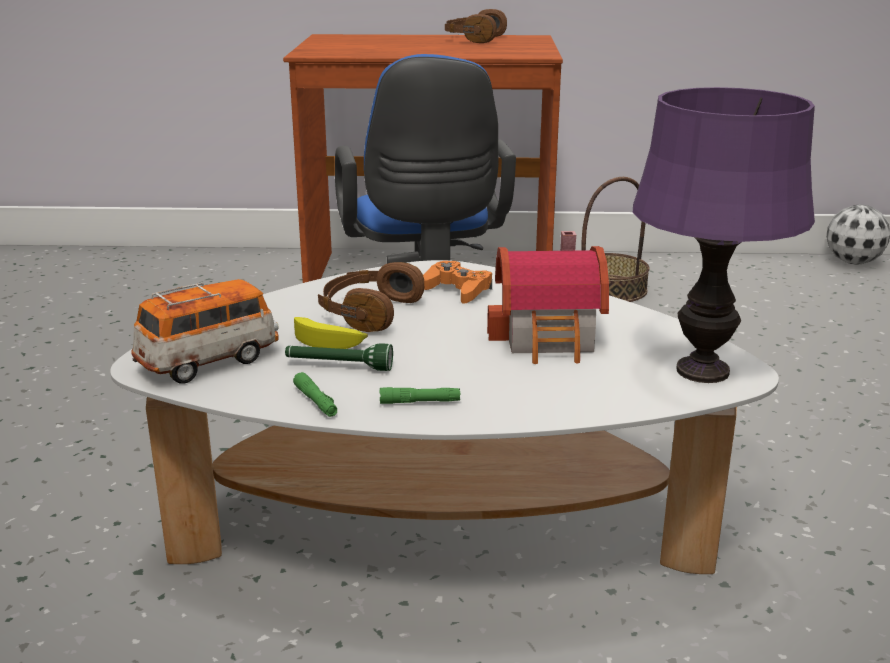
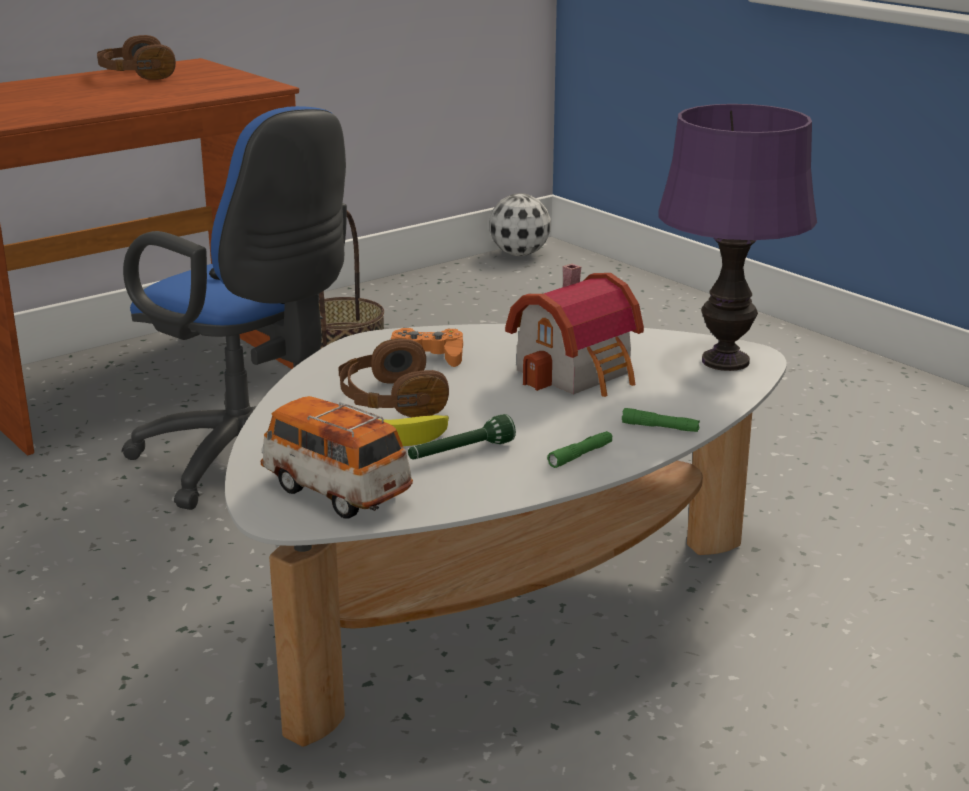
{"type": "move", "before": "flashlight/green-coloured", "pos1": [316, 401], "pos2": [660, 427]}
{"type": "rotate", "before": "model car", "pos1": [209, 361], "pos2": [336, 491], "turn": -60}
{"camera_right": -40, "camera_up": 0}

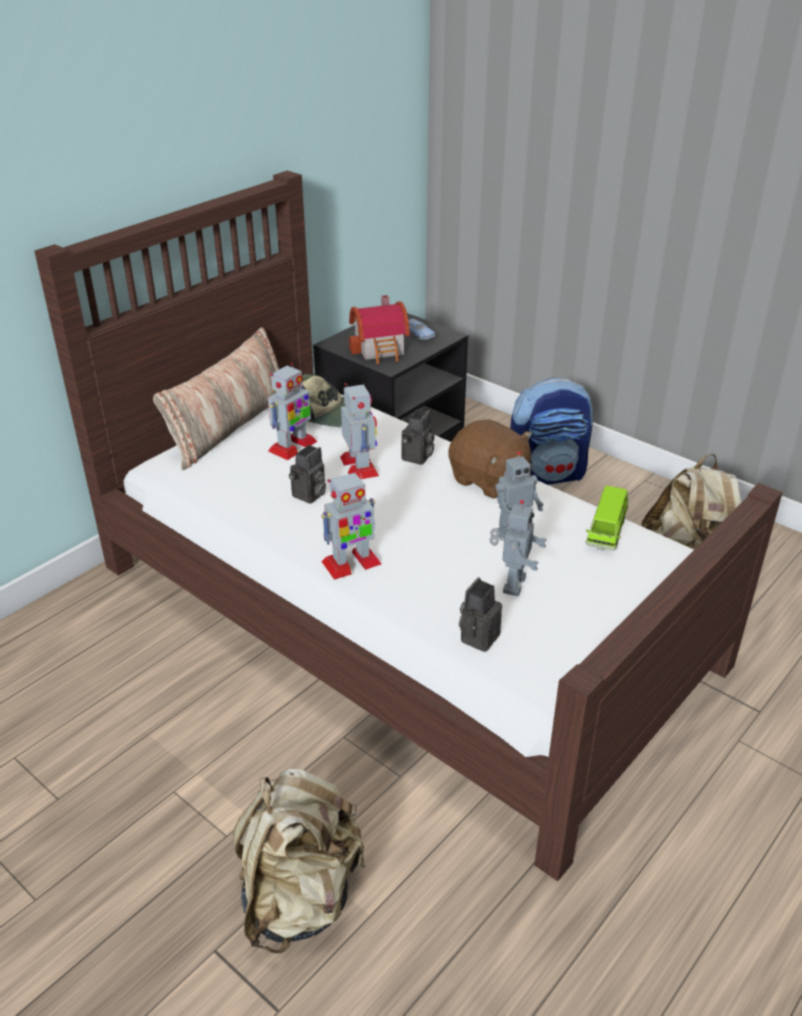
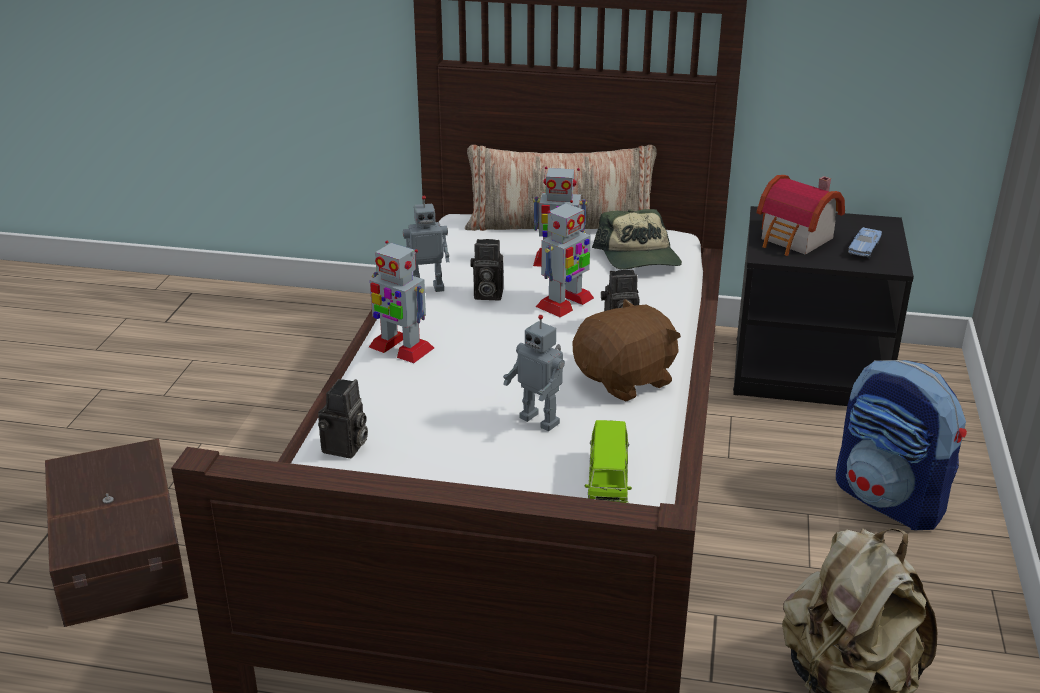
{"type": "move", "before": "robot figure", "pos1": [512, 584], "pos2": [427, 288]}
{"type": "replace", "before": "backpack/sand-coloured", "after": "storage bin/brownish", "pos1": [300, 897], "pos2": [123, 551]}
{"type": "rotate", "before": "soft toy/brownish", "pos1": [489, 480], "pos2": [626, 380], "turn": -135}
{"type": "rotate", "before": "still camera", "pos1": [478, 636], "pos2": [345, 448], "turn": 105}
{"type": "rotate", "before": "model car/green-coloured", "pos1": [606, 532], "pos2": [608, 482], "turn": -75}
{"camera_right": 60, "camera_up": -5}

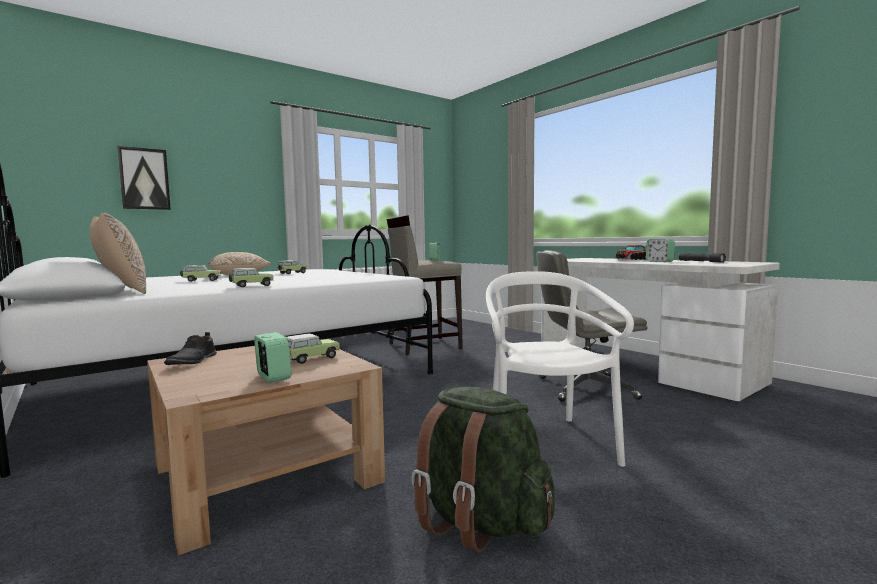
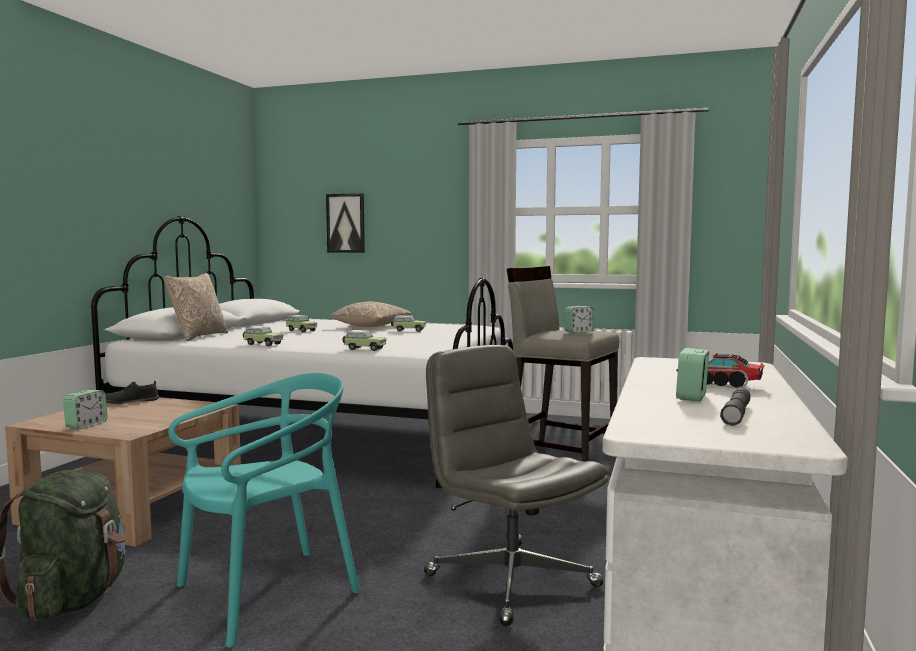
{"type": "move", "before": "model car", "pos1": [309, 359], "pos2": [364, 349]}
{"type": "recolor", "before": "plain chair/white-coloured", "after": "plain chair/turquoise-coloured", "pos1": [545, 444], "pos2": [267, 593]}
{"camera_right": 55, "camera_up": 0}

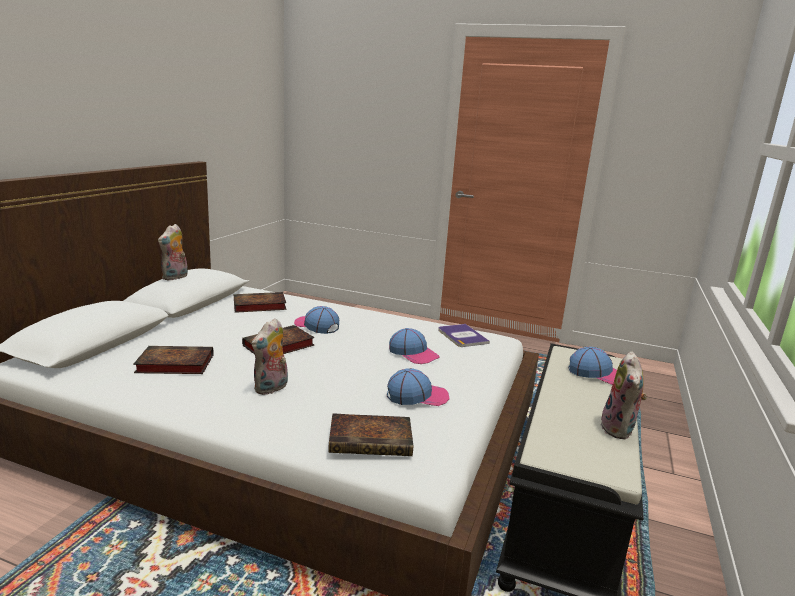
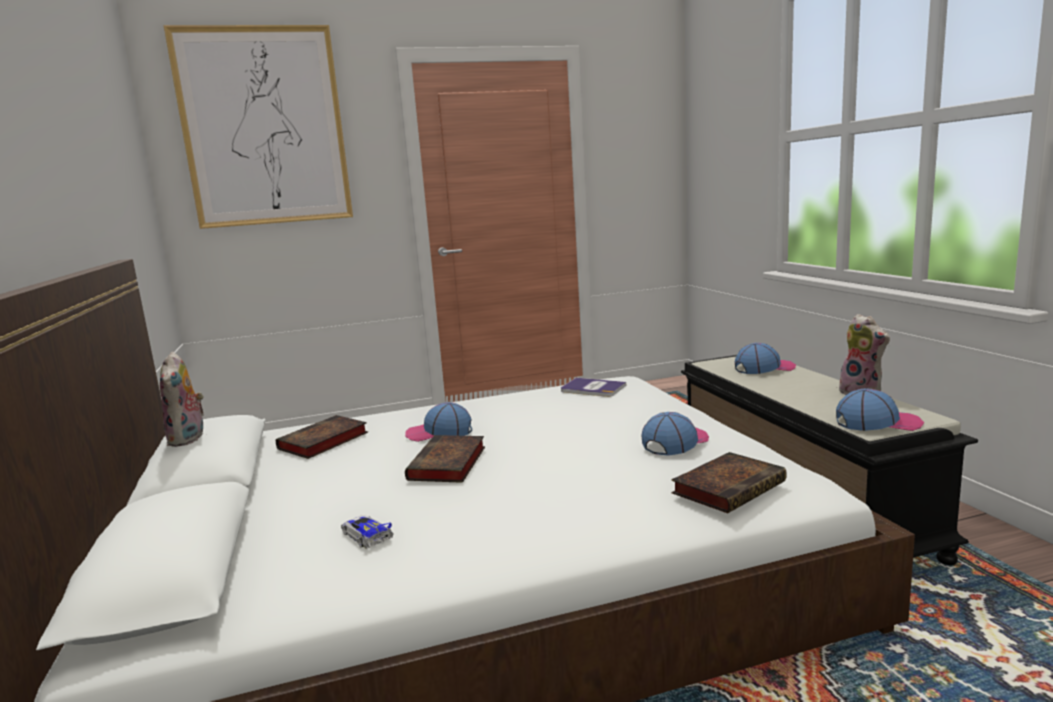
{"type": "delete", "before": "soft toy", "pos1": [271, 388]}
{"type": "insert", "after": "wall art", "pos2": [264, 127]}
{"type": "move", "before": "peaked cap", "pos1": [413, 353], "pos2": [878, 422]}
{"type": "replace", "before": "bound book", "after": "model car", "pos1": [173, 364], "pos2": [365, 534]}
{"camera_right": -35, "camera_up": -5}

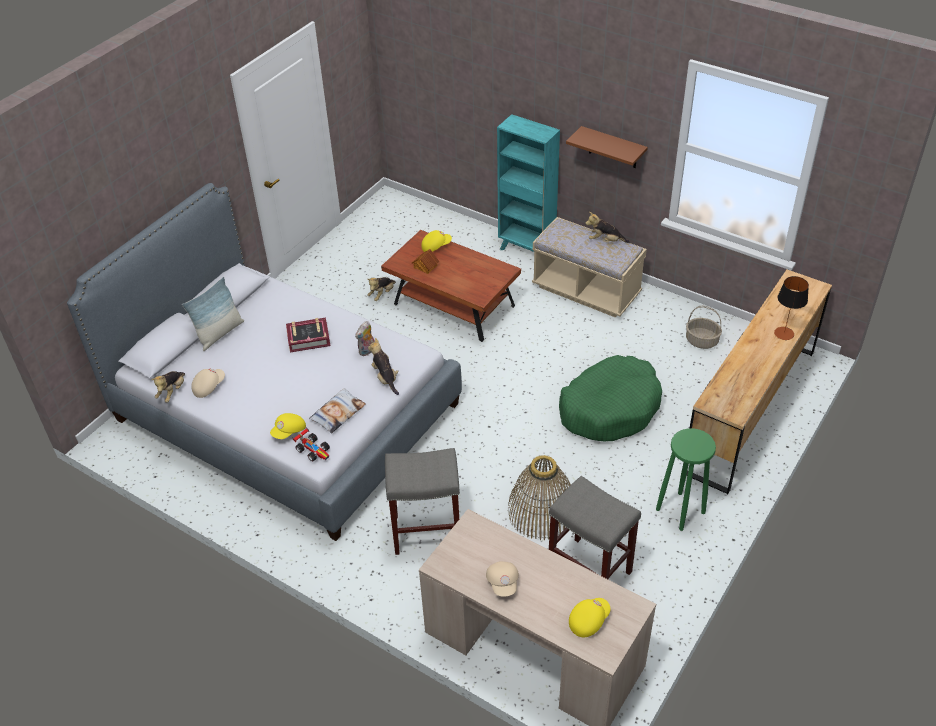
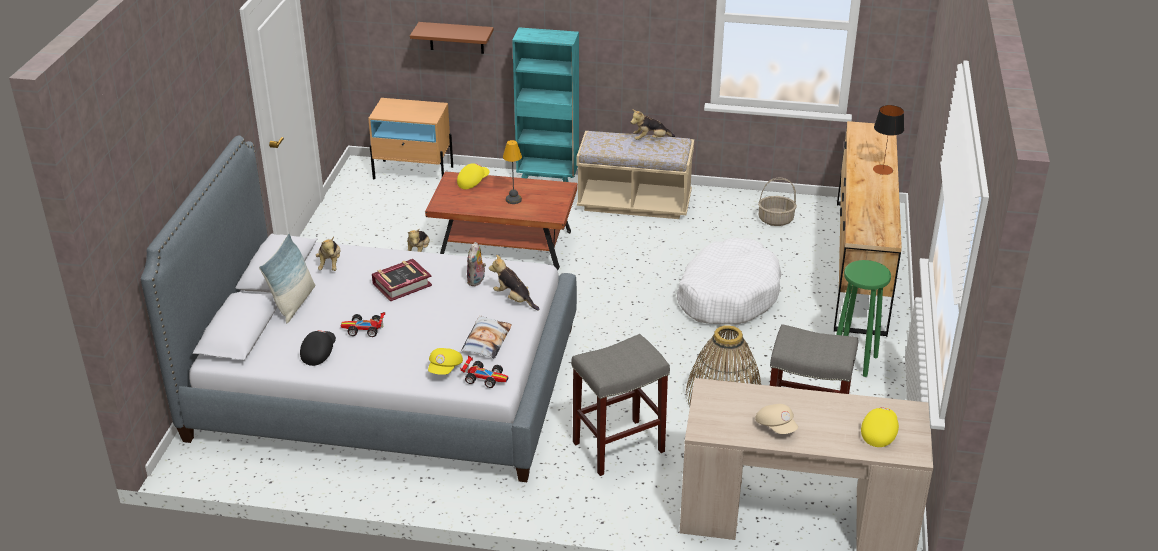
{"type": "delete", "before": "toy house", "pos1": [425, 266]}
{"type": "insert", "after": "model car", "pos2": [364, 329]}
{"type": "insert", "after": "night table/sand-coloured", "pos2": [413, 173]}
{"type": "insert", "after": "table lamp", "pos2": [513, 199]}
{"type": "move", "before": "soft toy", "pos1": [172, 392], "pos2": [330, 264]}
{"type": "move", "before": "shelf/brownish", "pos1": [613, 148], "pos2": [456, 37]}
{"type": "recolor", "before": "peaked cap/sand-coloured", "after": "peaked cap/blackish", "pos1": [208, 386], "pos2": [318, 353]}
{"type": "recolor", "before": "dog cushion/green-coloured", "after": "dog cushion/white-coloured", "pos1": [609, 408], "pos2": [727, 295]}
{"camera_right": -25, "camera_up": -10}

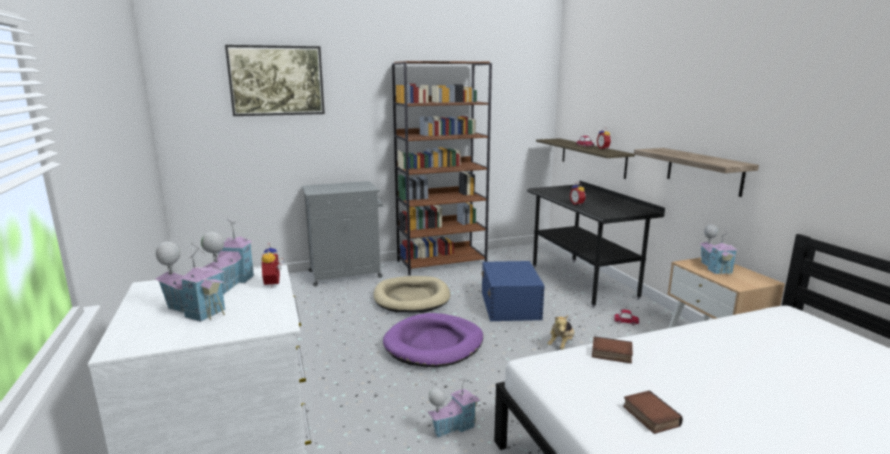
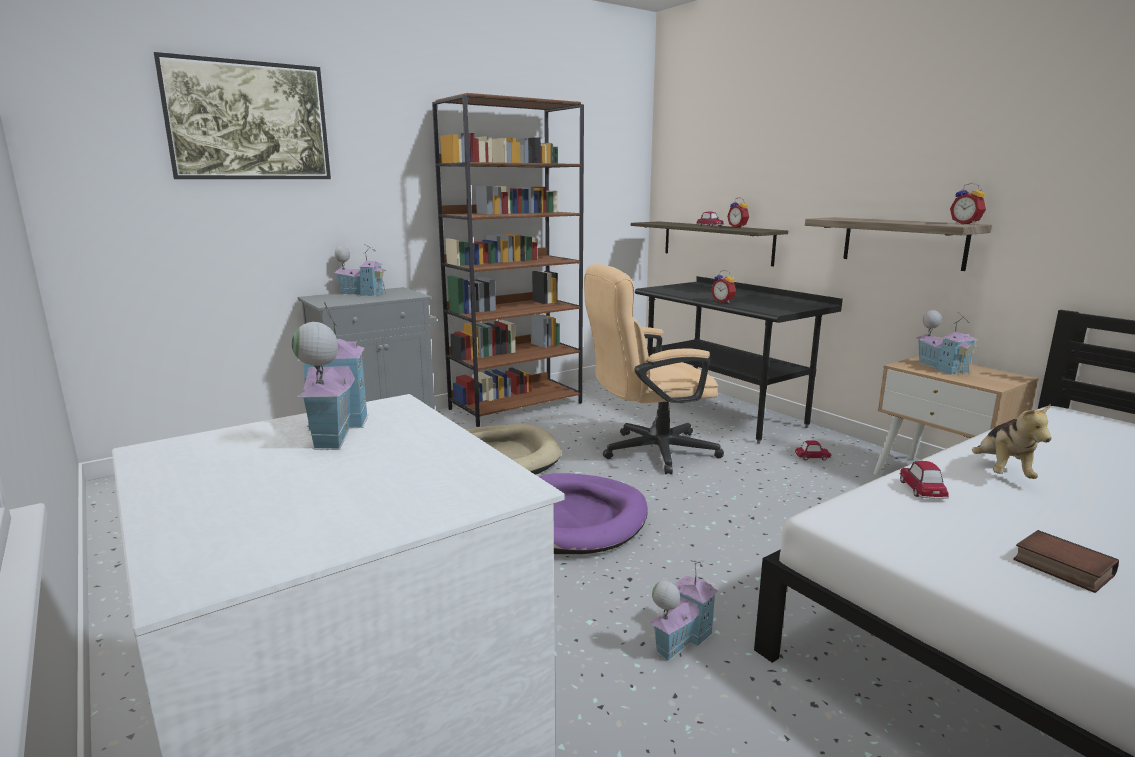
{"type": "move", "before": "toy house", "pos1": [195, 310], "pos2": [362, 293]}
{"type": "move", "before": "alarm clock", "pos1": [275, 284], "pos2": [966, 224]}
{"type": "move", "before": "soft toy", "pos1": [561, 344], "pos2": [1001, 472]}
{"type": "replace", "before": "storage bin/blue", "after": "office chair/sand-coloured", "pos1": [510, 305], "pos2": [648, 452]}
{"type": "replace", "before": "bound book", "after": "model car", "pos1": [611, 354], "pos2": [921, 489]}
{"camera_right": -15, "camera_up": 0}

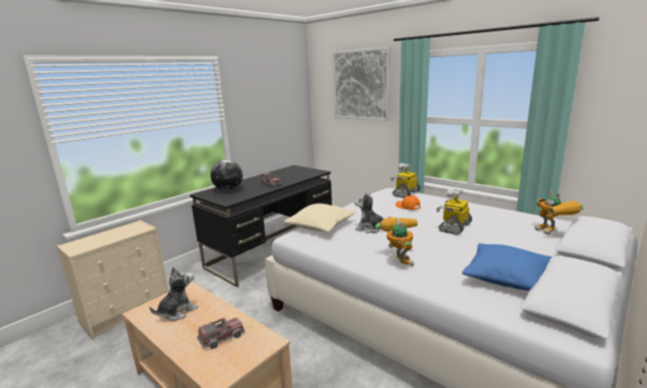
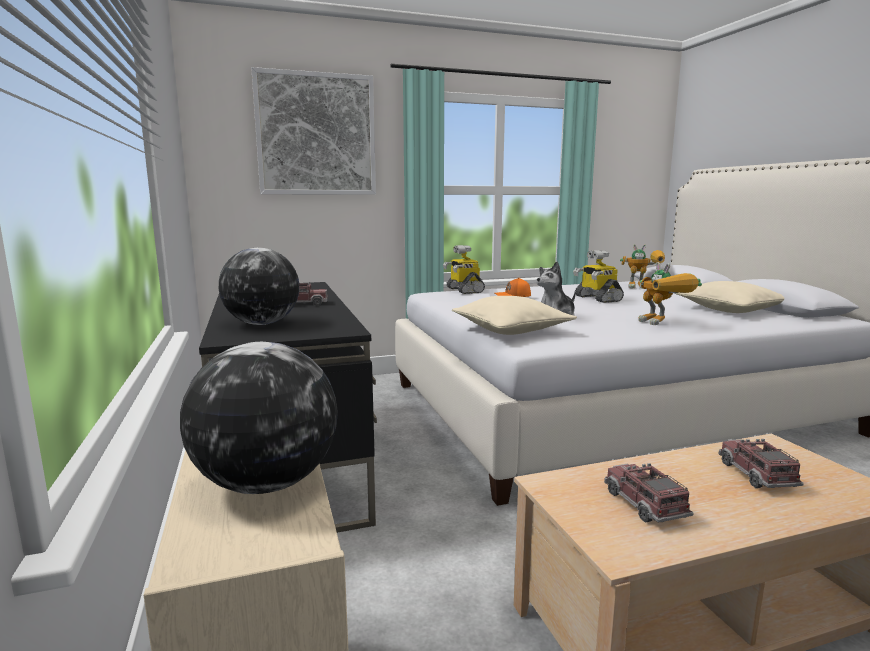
{"type": "insert", "after": "desk globe", "pos2": [266, 484]}
{"type": "replace", "before": "soft toy", "after": "model truck", "pos1": [177, 311], "pos2": [644, 504]}
{"type": "recolor", "before": "pillow/blue", "after": "pillow/sand-coloured", "pos1": [507, 278], "pos2": [731, 310]}
{"type": "rotate", "before": "robot figure", "pos1": [398, 259], "pos2": [663, 324], "turn": -135}
{"camera_right": -60, "camera_up": -5}

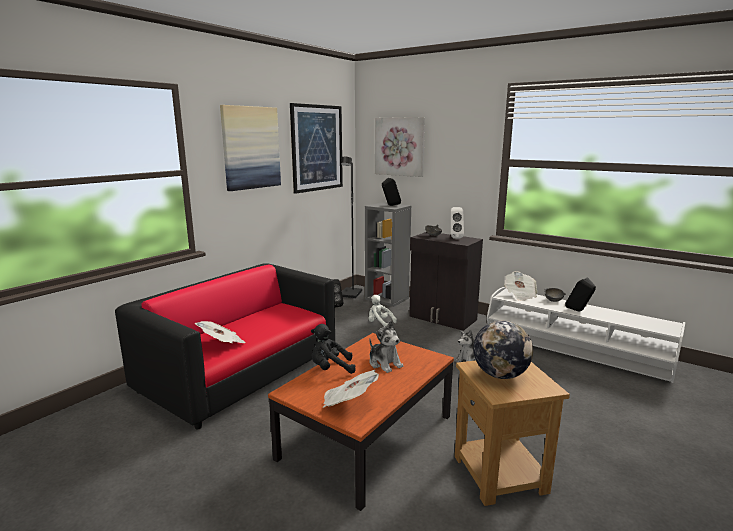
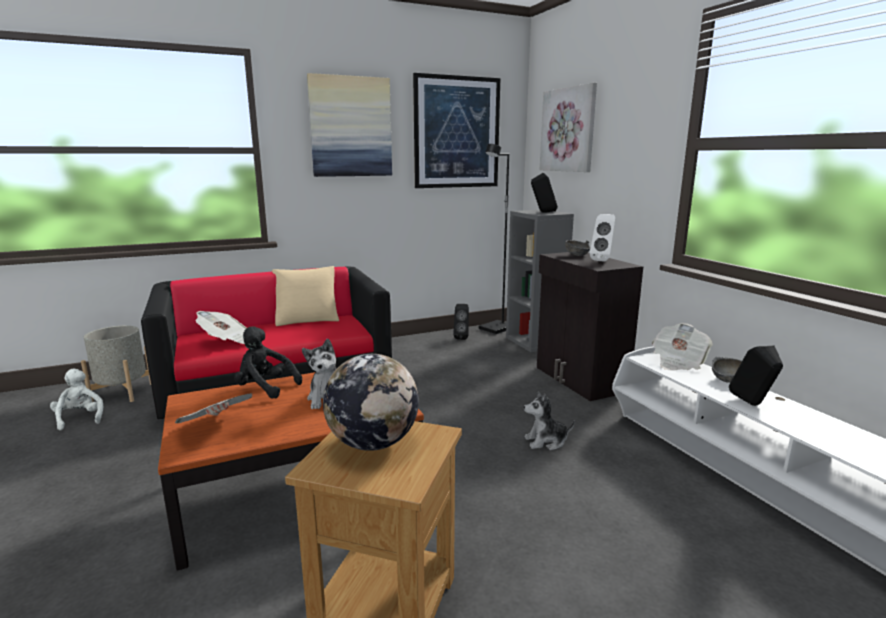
{"type": "insert", "after": "plant pot/grey", "pos2": [122, 392]}
{"type": "insert", "after": "pillow/sand-coloured", "pos2": [307, 318]}
{"type": "move", "before": "soft toy/white-coloured", "pos1": [379, 323], "pos2": [80, 418]}
{"camera_right": 30, "camera_up": 0}

